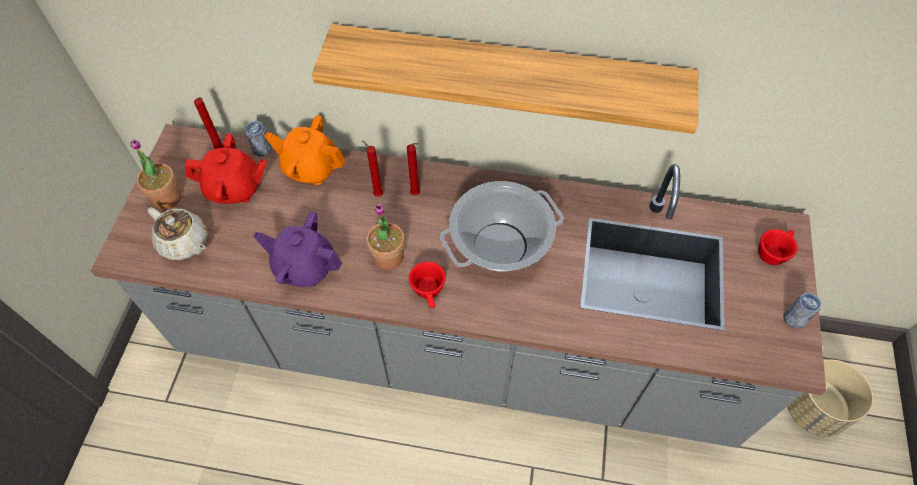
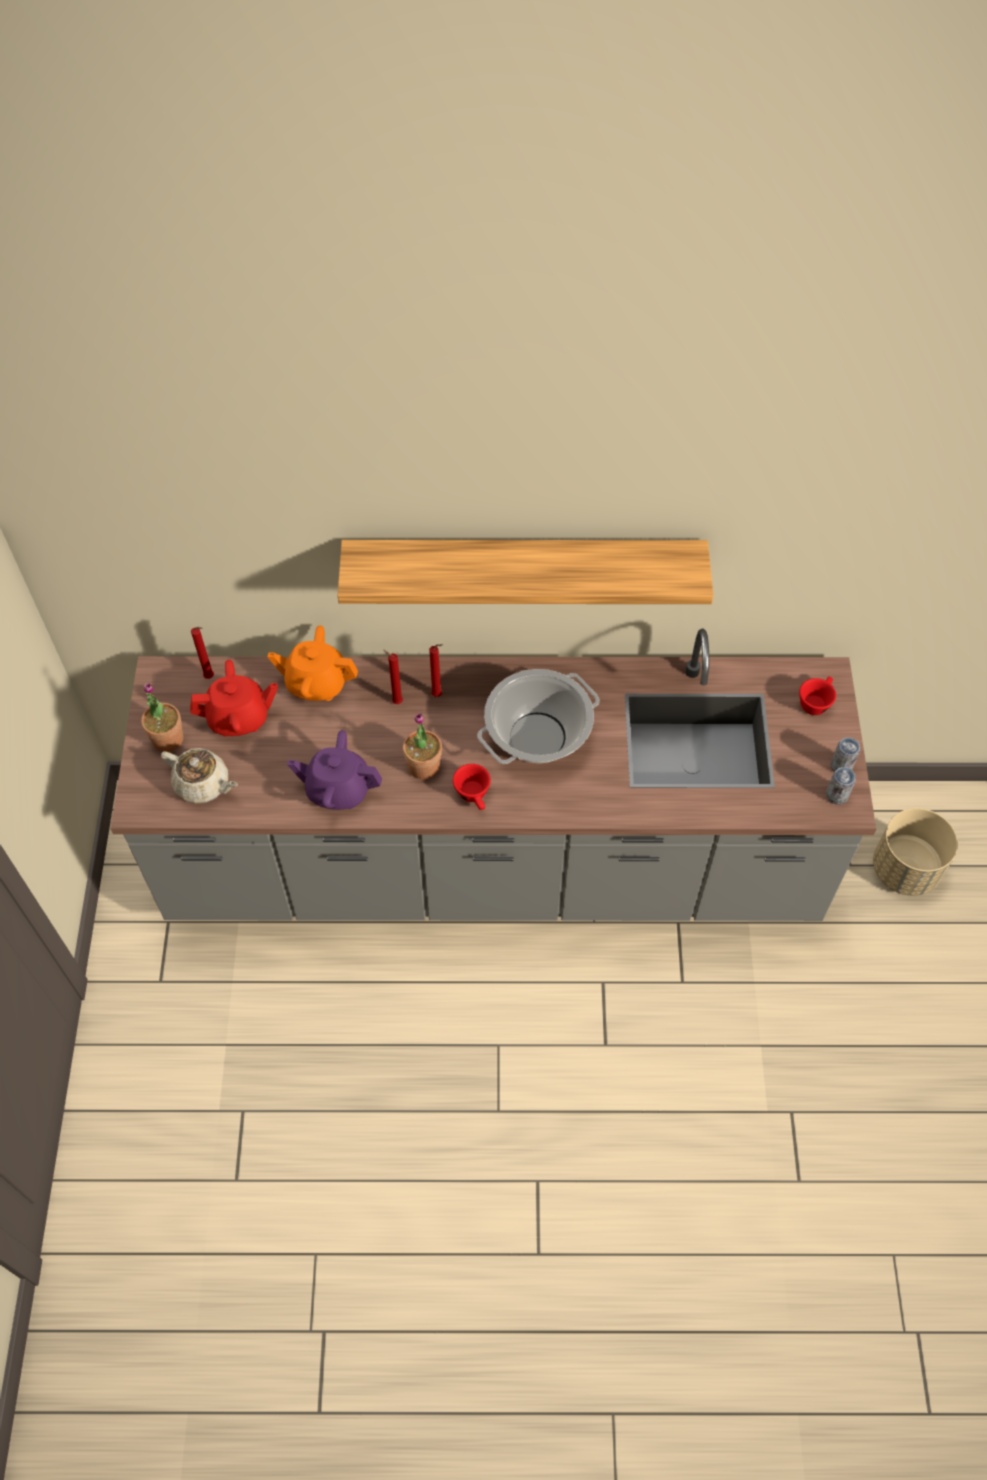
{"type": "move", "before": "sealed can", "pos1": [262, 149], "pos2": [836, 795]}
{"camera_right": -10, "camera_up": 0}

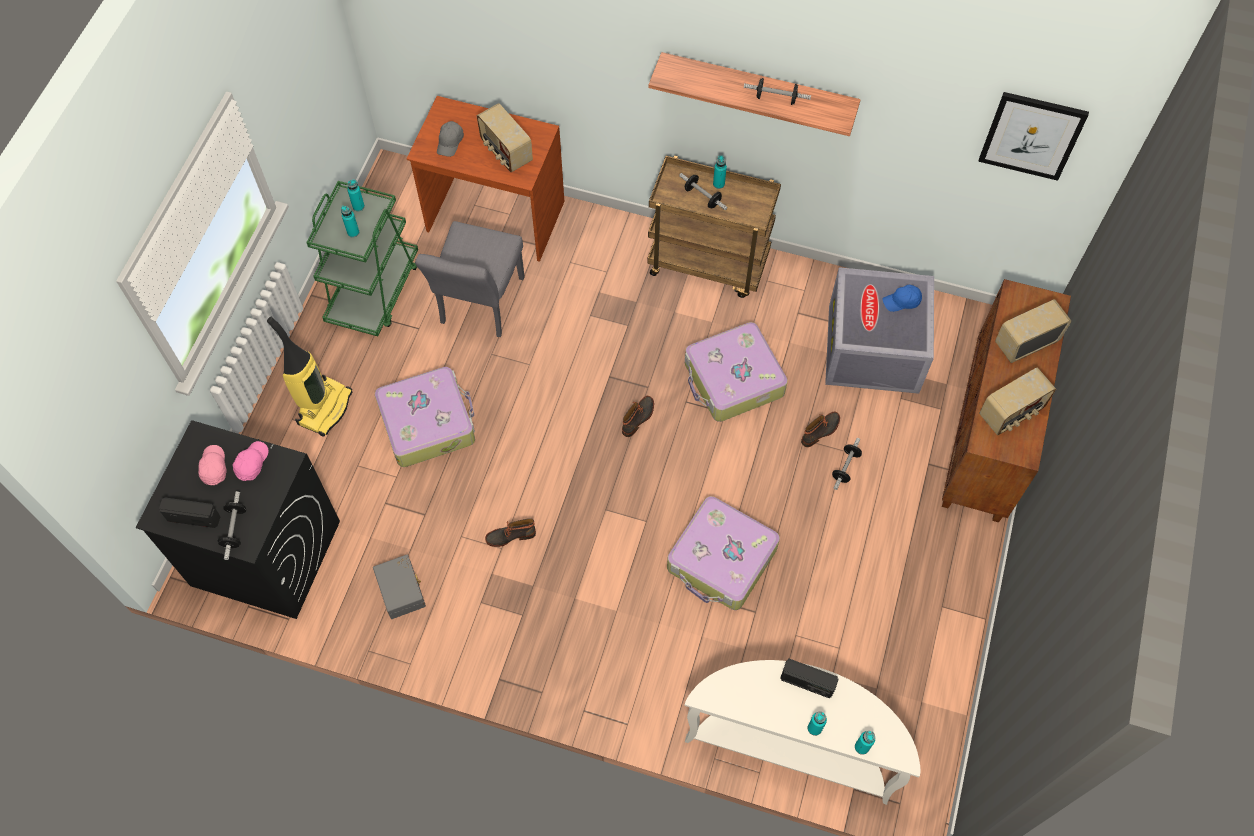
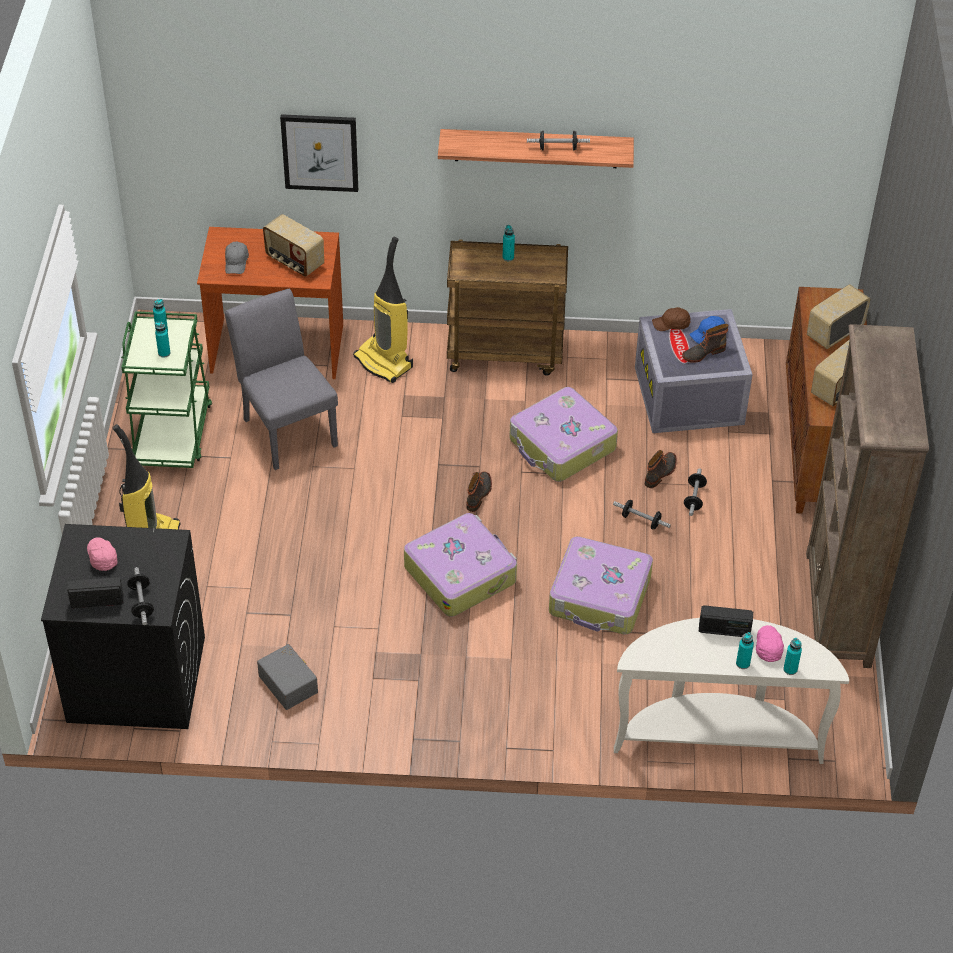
{"type": "insert", "after": "vacuum", "pos2": [384, 362]}
{"type": "insert", "after": "peaked cap/brownish", "pos2": [671, 324]}
{"type": "insert", "after": "bookcase/brownish", "pos2": [838, 610]}
{"type": "move", "before": "peaked cap/pink", "pos1": [251, 463], "pos2": [768, 647]}
{"type": "move", "before": "piece of luggage", "pos1": [428, 422], "pos2": [460, 573]}
{"type": "move", "before": "tall boot", "pos1": [510, 535], "pos2": [703, 353]}
{"type": "move", "before": "free weight", "pos1": [702, 197], "pos2": [641, 520]}
{"type": "move", "before": "wall art", "pos1": [1032, 135], "pos2": [320, 152]}
{"type": "rotate", "before": "plain chair/grey", "pos1": [479, 306], "pos2": [286, 427], "turn": 150}
{"camera_right": -15, "camera_up": -15}

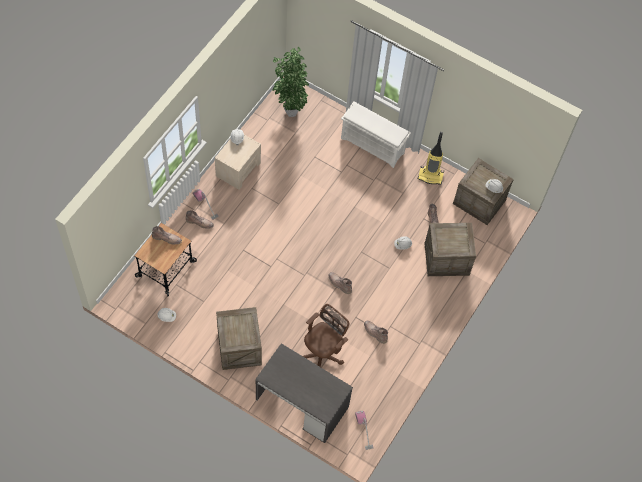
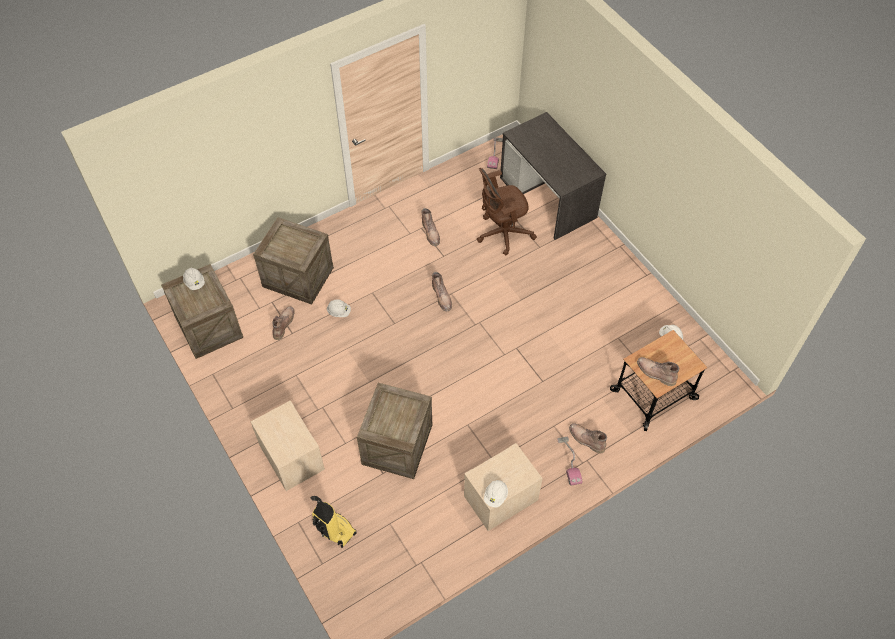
{"type": "delete", "before": "potted plant", "pos1": [290, 111]}
{"type": "move", "before": "packing crate", "pos1": [239, 347], "pos2": [397, 444]}
{"type": "move", "before": "vacuum", "pos1": [431, 176], "pos2": [334, 529]}
{"type": "replace", "before": "shoe rack/white-coloured", "after": "night table/sand-coloured", "pos1": [373, 145], "pos2": [291, 456]}
{"camera_right": -150, "camera_up": -5}

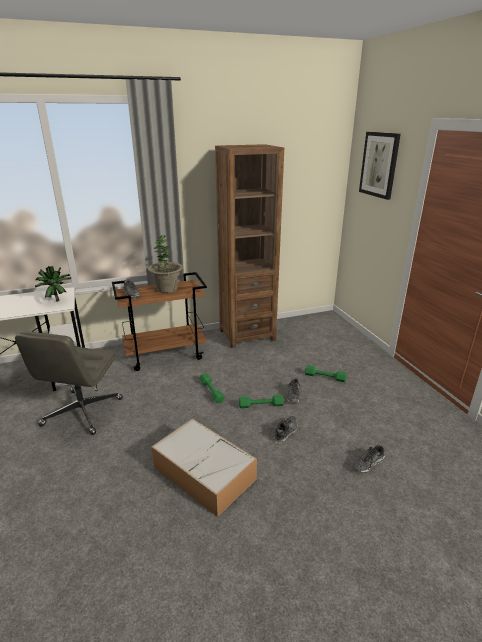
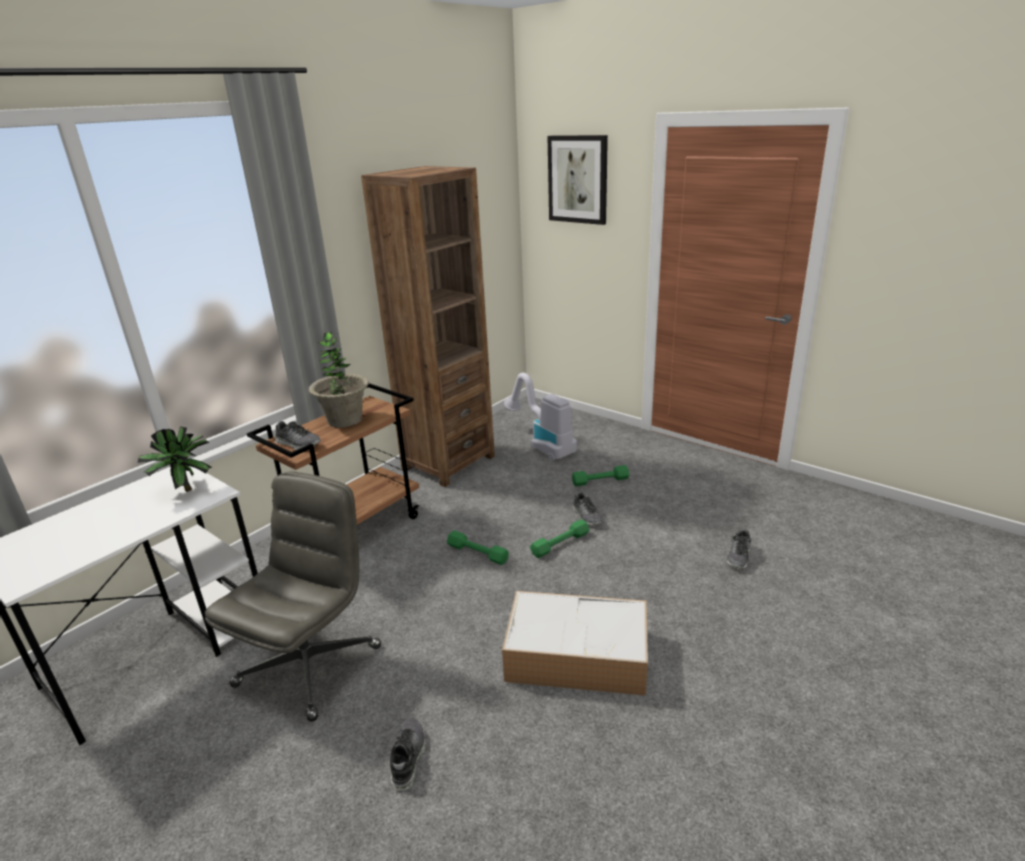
{"type": "insert", "after": "vacuum", "pos2": [542, 444]}
{"type": "move", "before": "item of footwear", "pos1": [286, 432], "pos2": [408, 757]}
{"type": "rotate", "before": "office chair/grey", "pos1": [82, 412], "pos2": [309, 664], "turn": -135}
{"camera_right": -30, "camera_up": 0}

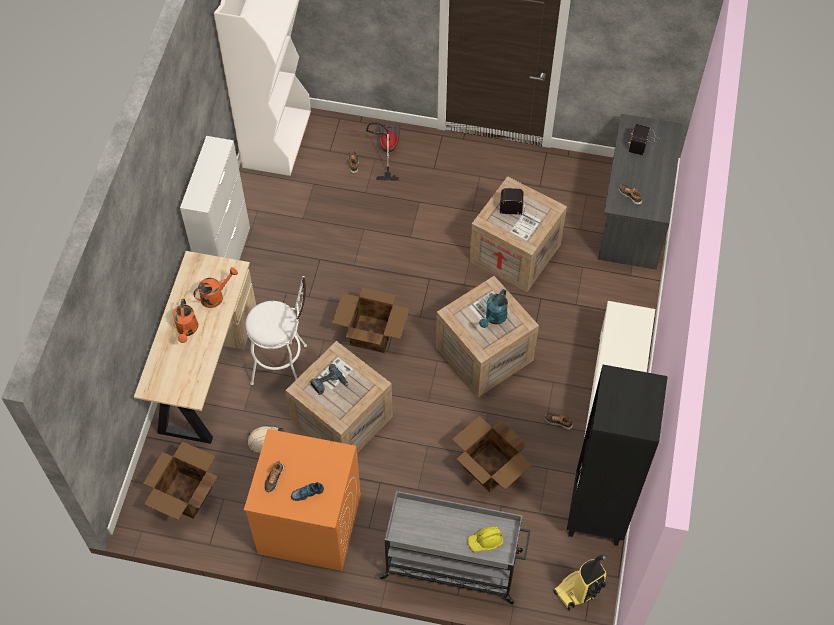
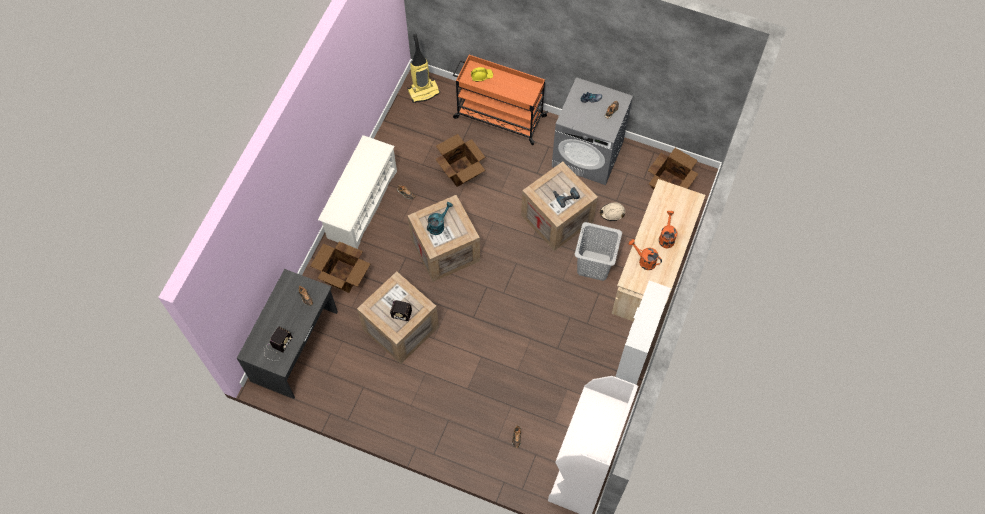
{"type": "delete", "before": "vacuum", "pos1": [386, 150]}
{"type": "delete", "before": "bookcase/blackish", "pos1": [597, 514]}
{"type": "move", "before": "carton", "pos1": [371, 333], "pos2": [344, 276]}
{"type": "replace", "before": "stool seat/white-coloured", "after": "washing basket/grey", "pos1": [284, 365], "pos2": [594, 265]}
{"type": "recolor", "before": "washing machine/orange-coloured", "after": "washing machine/grey", "pos1": [309, 524], "pos2": [588, 154]}
{"type": "recolor", "before": "cart/grey", "after": "cart/orange-coloured", "pos1": [453, 565], "pos2": [498, 117]}
{"type": "rotate", "before": "sprinkling can/orange-coloured", "pos1": [216, 296], "pos2": [644, 260], "turn": 60}
{"camera_right": -170, "camera_up": 5}

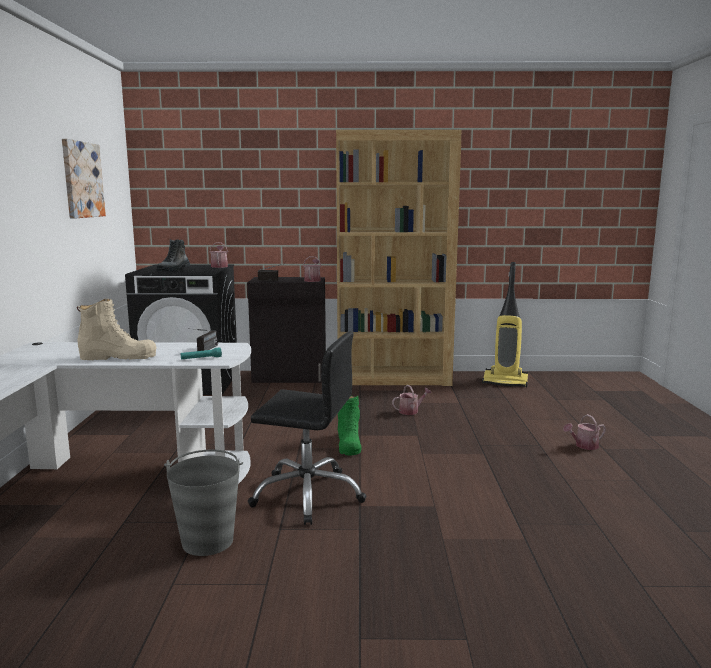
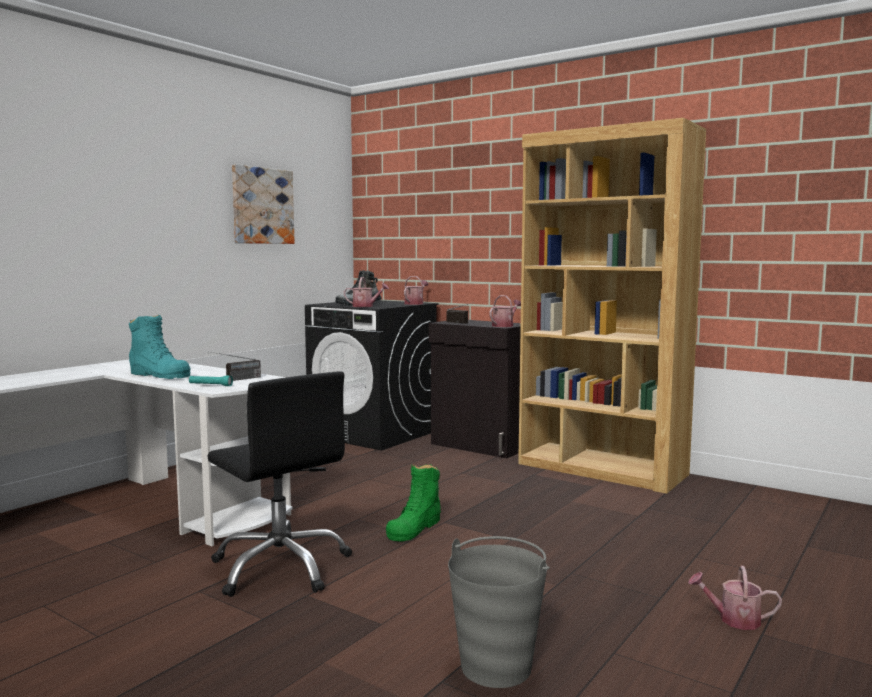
{"type": "delete", "before": "vacuum", "pos1": [505, 382]}
{"type": "move", "before": "bucket/grey", "pos1": [208, 541], "pos2": [497, 666]}
{"type": "move", "before": "sprinkling can", "pos1": [411, 411], "pos2": [366, 306]}
{"type": "recolor", "before": "tall boot/sand-coloured", "after": "tall boot/turquoise-coloured", "pos1": [118, 357], "pos2": [159, 375]}
{"camera_right": 35, "camera_up": -5}

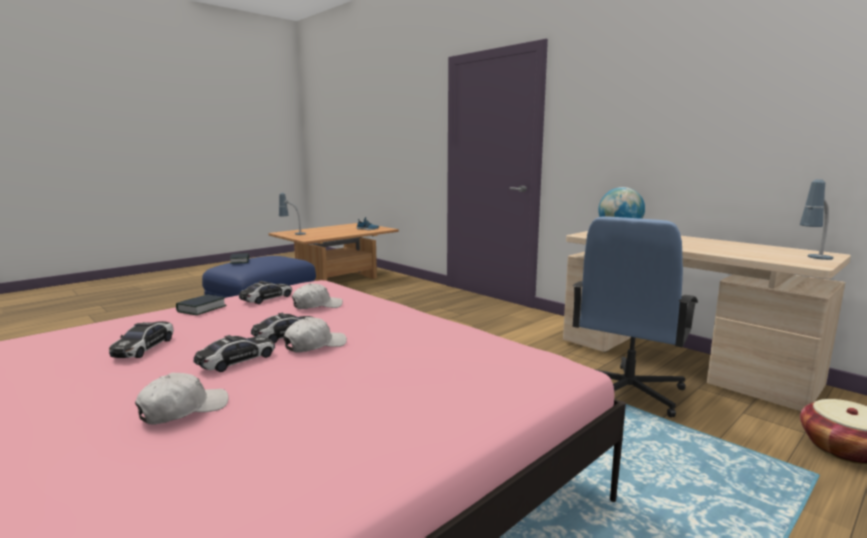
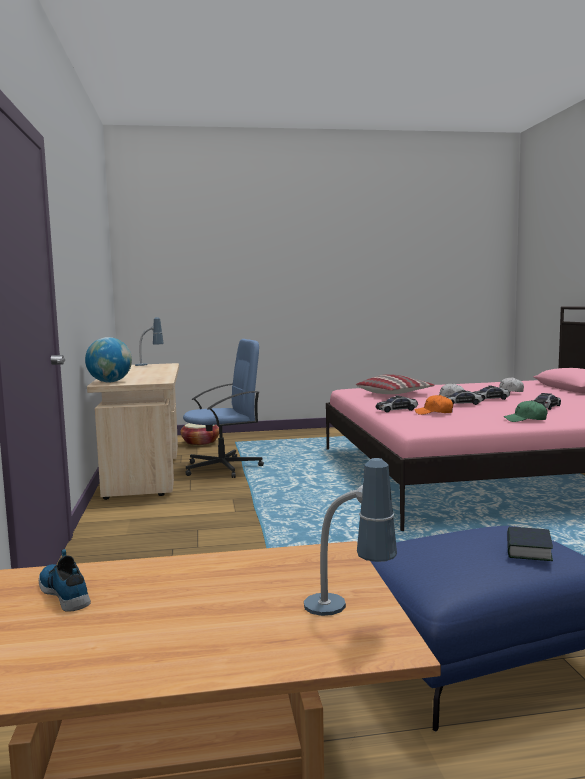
{"type": "insert", "after": "pillow", "pos2": [395, 394]}
{"type": "move", "before": "model car", "pos1": [266, 298], "pos2": [396, 410]}
{"type": "replace", "before": "bound book", "after": "peaked cap/green-coloured", "pos1": [201, 309], "pos2": [525, 420]}
{"type": "recolor", "before": "peaked cap/white-coloured", "after": "peaked cap/orange-coloured", "pos1": [317, 306], "pos2": [434, 413]}
{"camera_right": -145, "camera_up": -5}

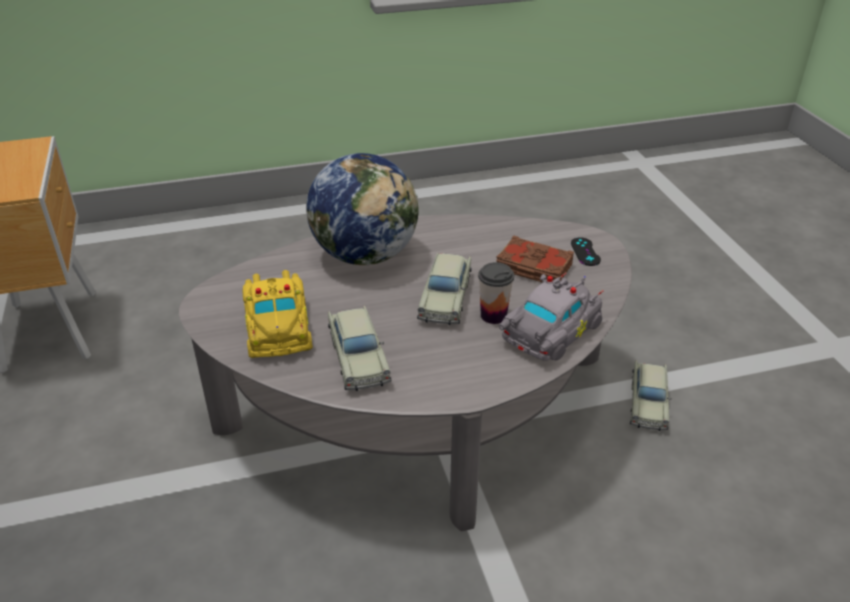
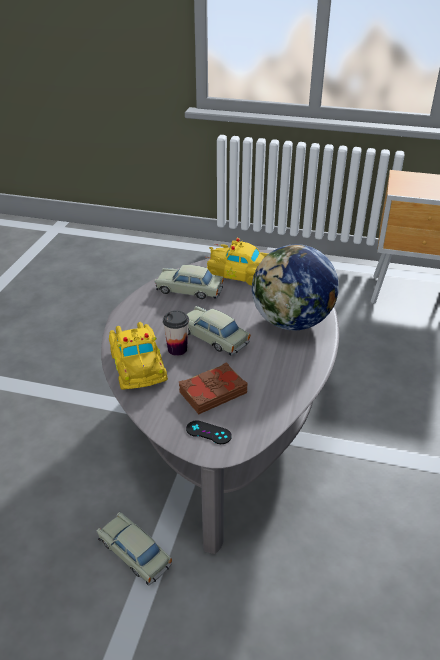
{"type": "recolor", "before": "model car/grey", "after": "model car/yellowish", "pos1": [548, 332], "pos2": [138, 364]}
{"camera_right": 120, "camera_up": 0}

